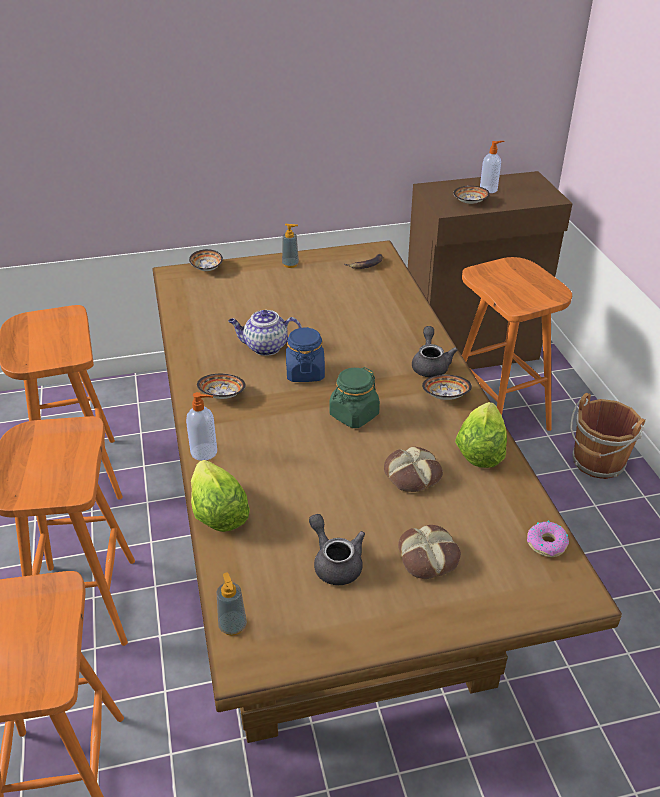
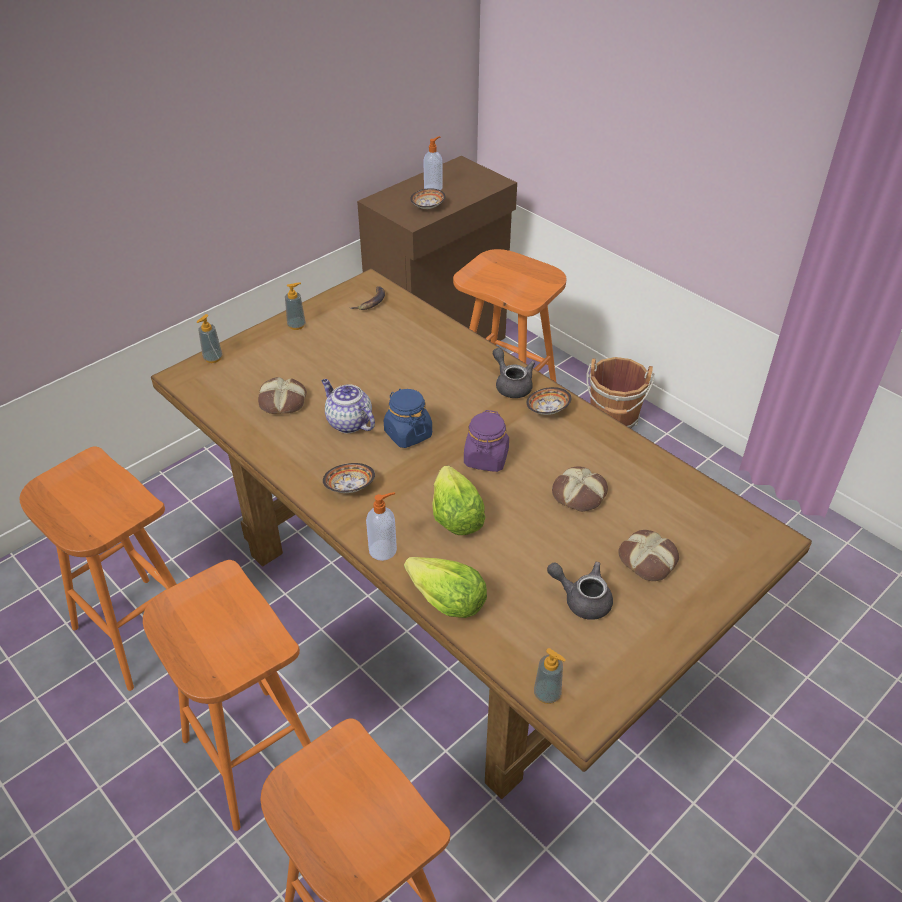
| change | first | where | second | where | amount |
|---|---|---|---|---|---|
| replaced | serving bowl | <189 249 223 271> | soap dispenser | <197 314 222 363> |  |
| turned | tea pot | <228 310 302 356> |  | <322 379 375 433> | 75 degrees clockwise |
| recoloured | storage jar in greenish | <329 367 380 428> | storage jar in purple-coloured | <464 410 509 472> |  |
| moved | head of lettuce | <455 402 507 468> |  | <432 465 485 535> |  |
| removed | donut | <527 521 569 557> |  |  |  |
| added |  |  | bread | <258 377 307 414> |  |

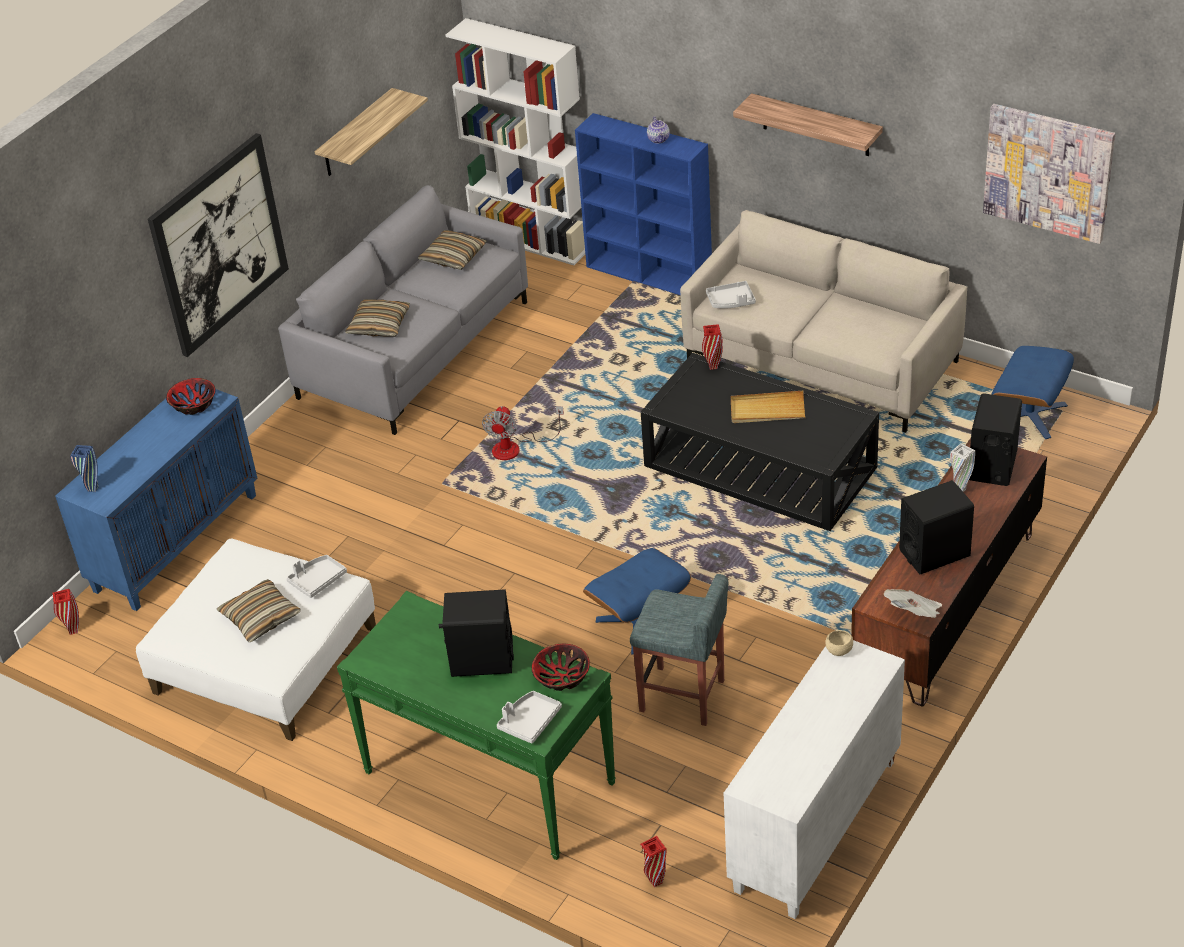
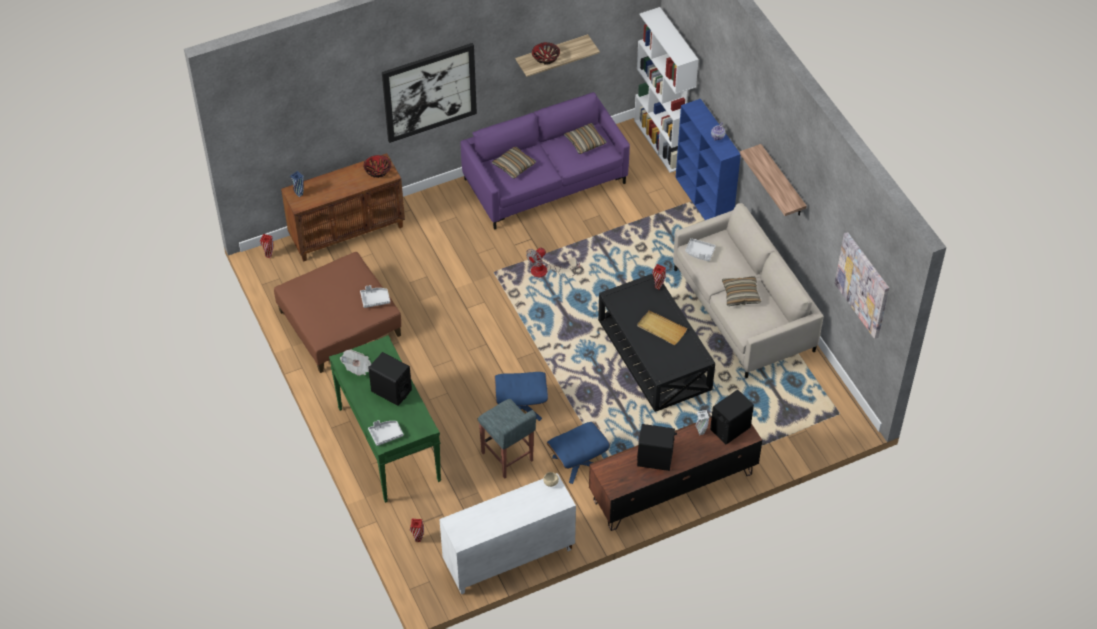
| change | first | where | second | where | amount |
|---|---|---|---|---|---|
| recoloured | couch in gray | <278 185 528 435> | couch in purple-coloured | <460 92 630 230> |  |
| moved | pouffe in blue-coloured | <991 346 1074 439> |  | <547 422 610 484> |  |
| recoloured | storage cabinet in blue-coloured | <55 383 258 611> | storage cabinet in brown-coloured | <281 153 405 262> |  |
| recoloured | pouffe in whitish | <136 539 376 741> | pouffe in brown-coloured | <274 252 401 373> |  |
| moved | pillow | <217 579 301 642> |  | <722 276 761 306> |  |
| moved | newspaper | <884 589 942 618> |  | <340 349 371 376> |  |
| moved | serving bowl | <532 643 590 691> |  | <532 42 560 65> |  |

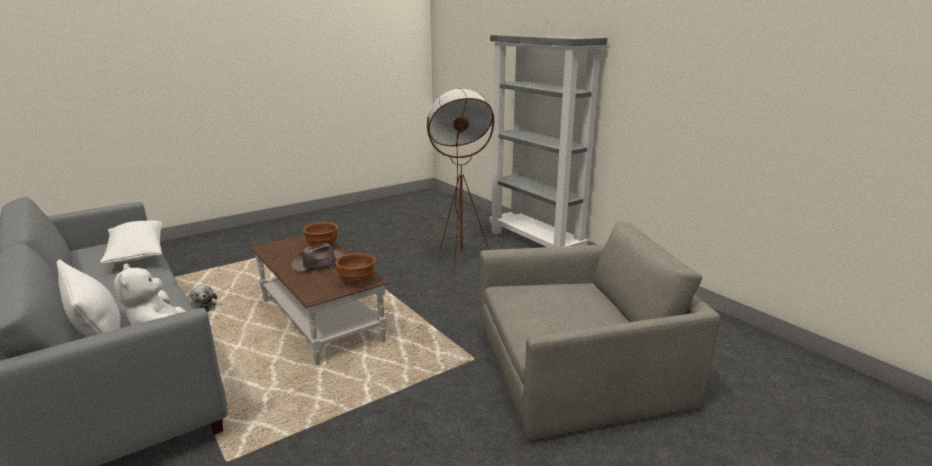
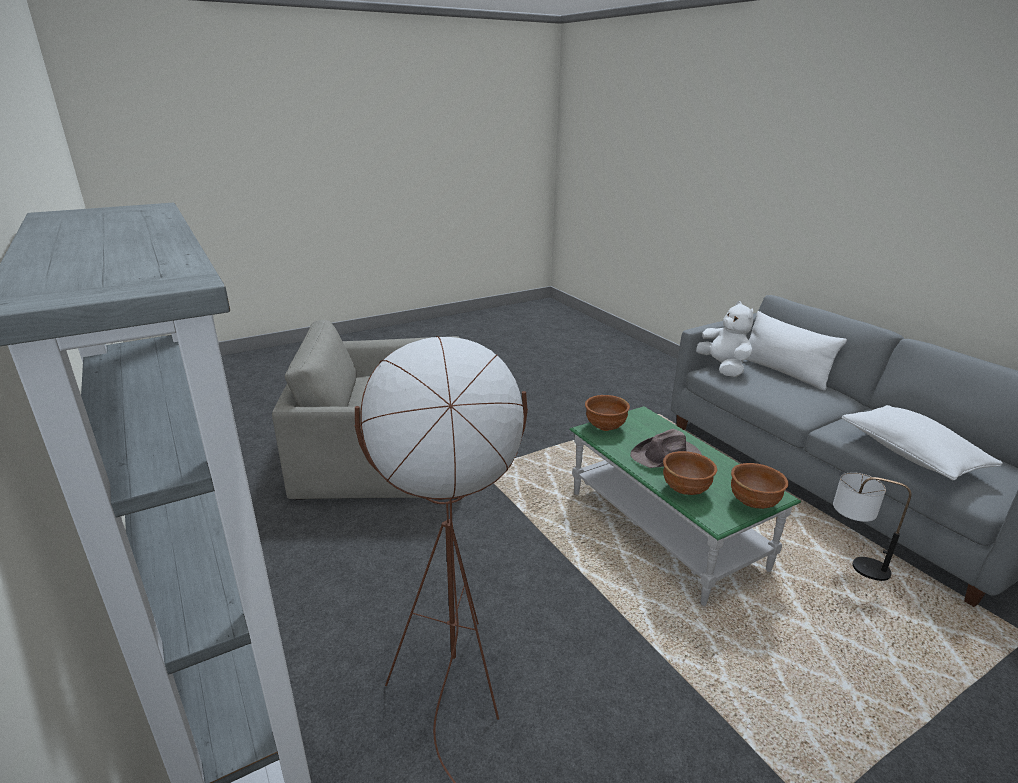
| change | first | where | second | where | amount |
|---|---|---|---|---|---|
| recoloured | lounge table in brown-coloured | <250 235 390 365> | lounge table in greenish | <569 406 801 606> |  |
| replaced | plush toy | <190 285 217 312> | tabletop lamp | <833 472 911 581> |  |
| added |  |  | serving bowl in brown-coloured | <731 463 789 509> |  |

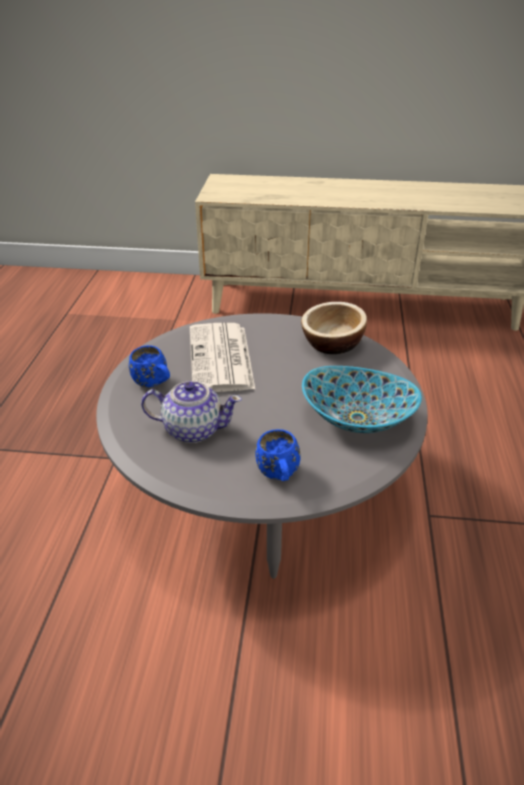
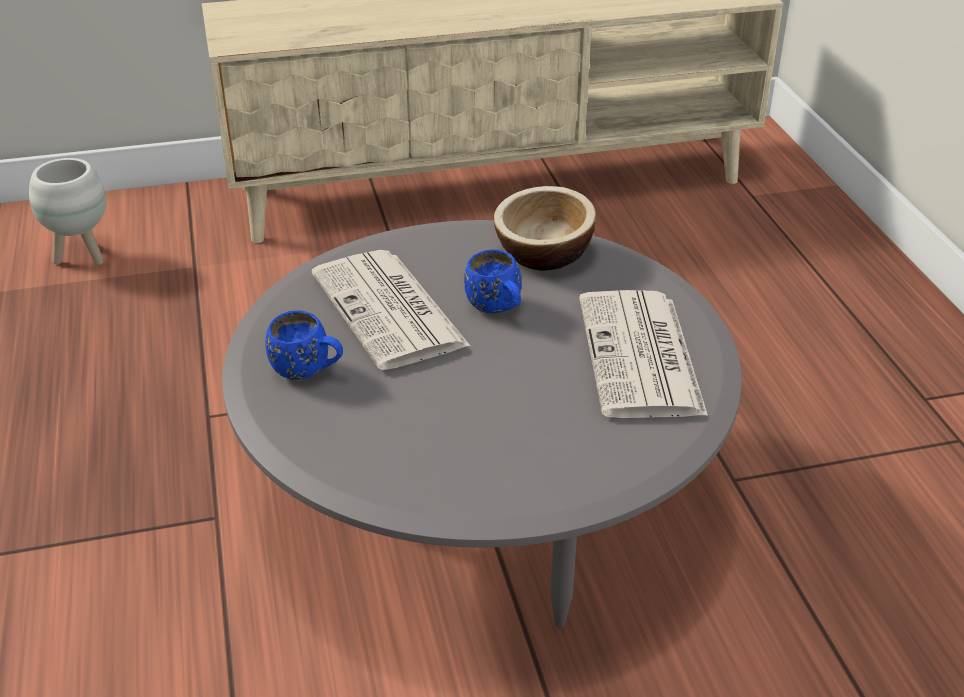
| change | first | where | second | where | amount |
|---|---|---|---|---|---|
| replaced | serving bowl | <302 366 422 433> | newspaper | <579 290 708 418> |  |
| removed | tea pot | <141 381 242 443> |  |  |  |
| moved | coffee mug in blue-coloured | <255 429 301 481> |  | <464 249 521 313> |  |
| added |  |  | flower pot in whitish | <29 158 106 265> |  |

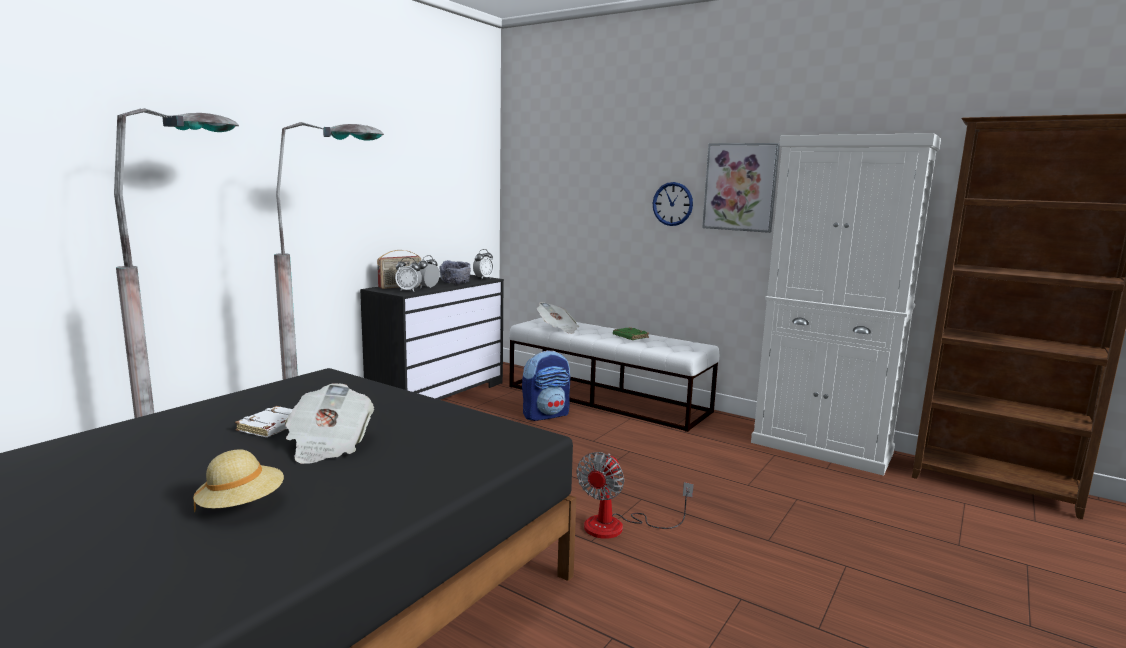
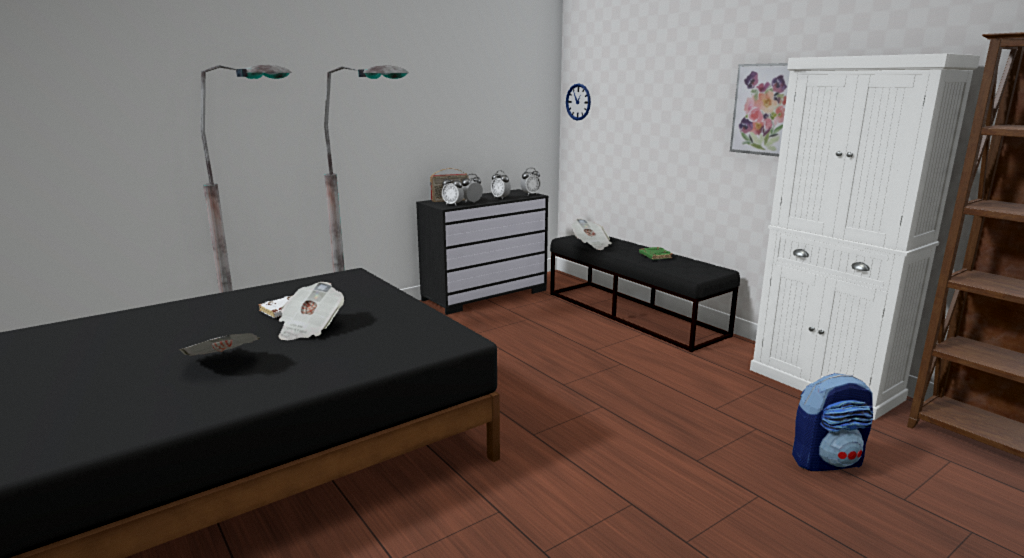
| change | first | where | second | where | amount |
|---|---|---|---|---|---|
| moved | clock on the wall | <653 182 693 226> |  | <566 84 591 120> |  |
| replaced | serving bowl in gray | <439 260 471 285> | bedside clock | <491 171 511 199> |  |
| recoloured | bench in whitish | <509 318 719 432> | bench in blackish | <550 235 740 352> |  |
| moved | rucksack | <522 351 570 421> |  | <792 373 873 471> |  |
| replaced | wearable hat in beige-coloured | <193 449 284 512> | newspaper | <179 333 260 356> |  |
| removed | fan | <577 452 694 539> |  |  |  |

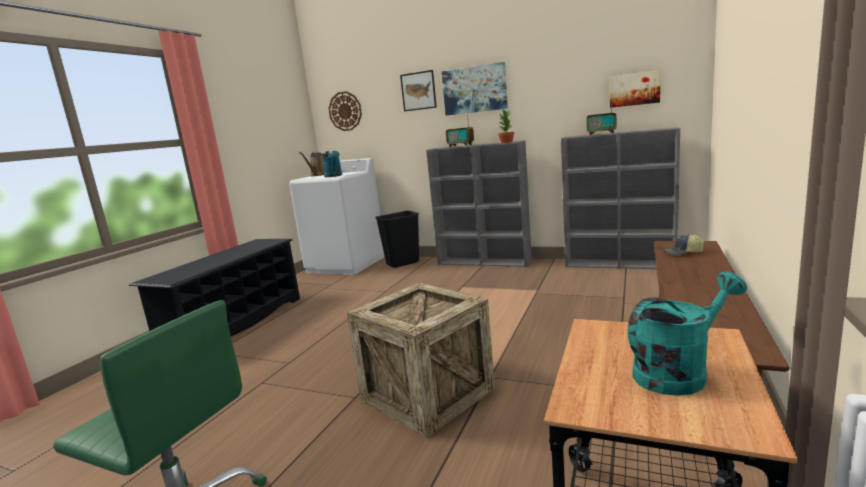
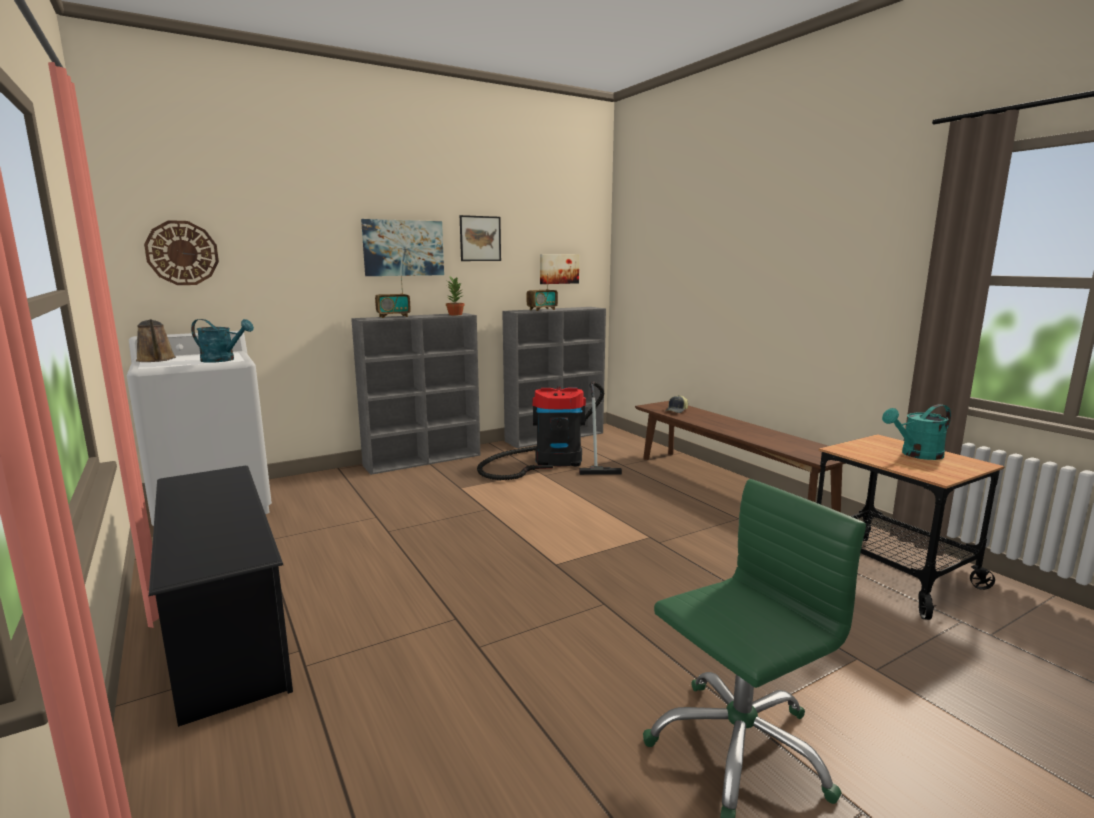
| change | first | where | second | where | amount |
|---|---|---|---|---|---|
| moved | picture | <400 70 437 111> |  | <460 215 501 261> |  |
| removed | waste bin in blackish | <376 211 419 268> |  |  |  |
| turned | watering can in blue-green | <628 272 747 396> |  | <882 404 951 460> | 120 degrees counterclockwise |
| removed | shipping crate | <347 283 495 438> |  |  |  |
| added |  |  | vacuum | <477 381 622 480> |  |

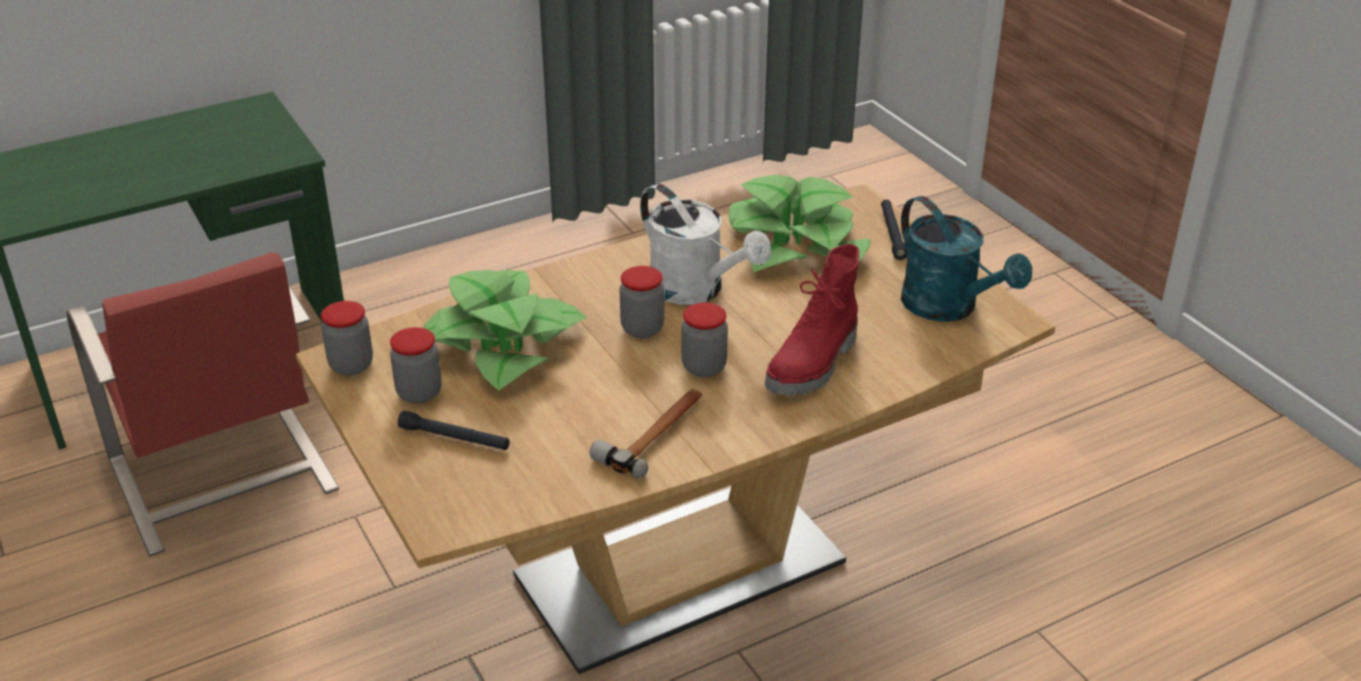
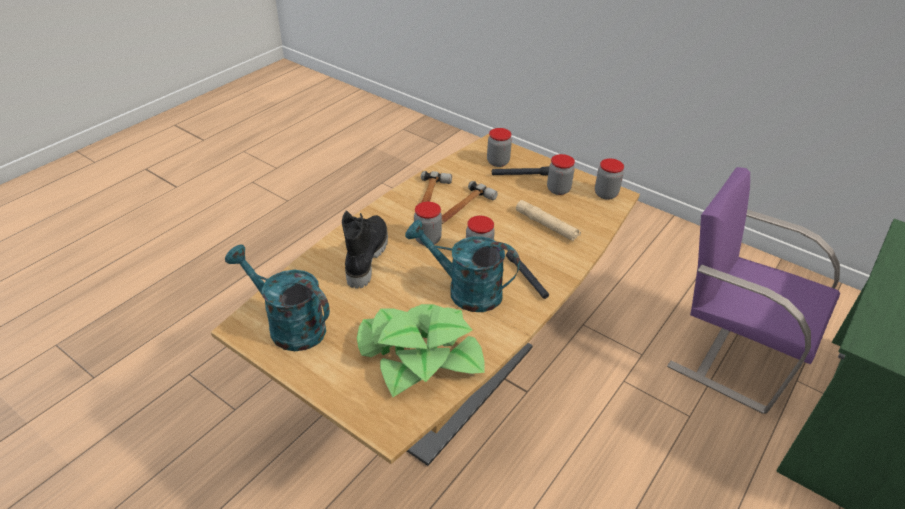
| change | first | where | second | where | amount |
|---|---|---|---|---|---|
| recoloured | watering can in whitish | <640 184 771 305> | watering can in blue-green | <405 220 520 312> |  |
| moved | hand torch in blackish | <881 199 907 260> |  | <506 251 549 299> |  |
| recoloured | boot in red | <765 244 859 396> | boot in blackish | <342 210 388 288> |  |
| recoloured | plain chair in red | <66 252 339 556> | plain chair in purple-coloured | <667 167 840 414> |  |
| replaced | houseplant | <423 270 587 391> | hand torch in beige-coloured | <516 200 581 241> |  |
| added |  |  | storage jar | <487 128 512 167> |  |
| added |  |  | hammer | <442 181 498 224> |  |

